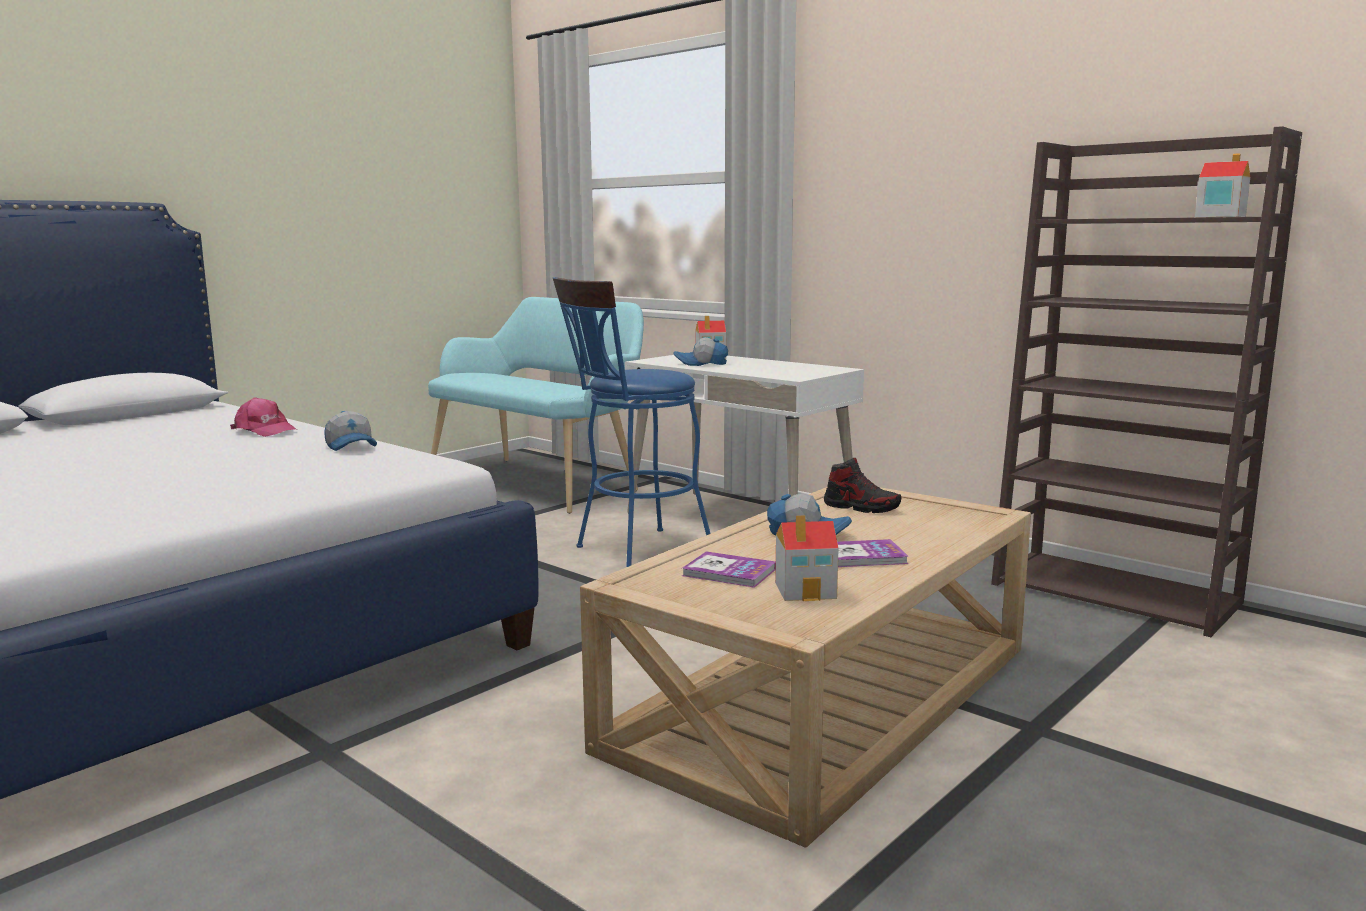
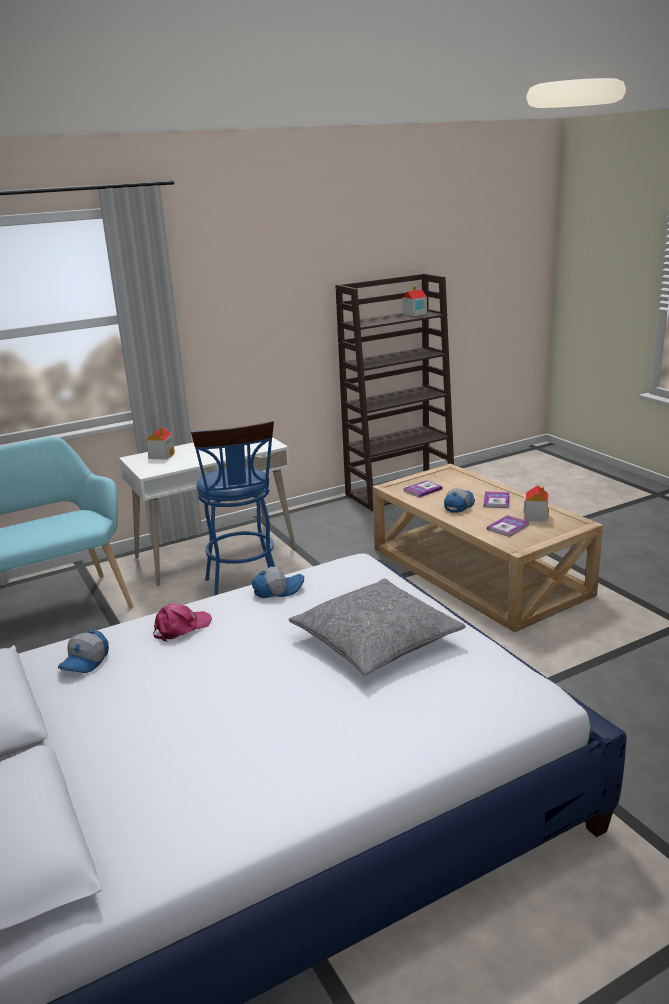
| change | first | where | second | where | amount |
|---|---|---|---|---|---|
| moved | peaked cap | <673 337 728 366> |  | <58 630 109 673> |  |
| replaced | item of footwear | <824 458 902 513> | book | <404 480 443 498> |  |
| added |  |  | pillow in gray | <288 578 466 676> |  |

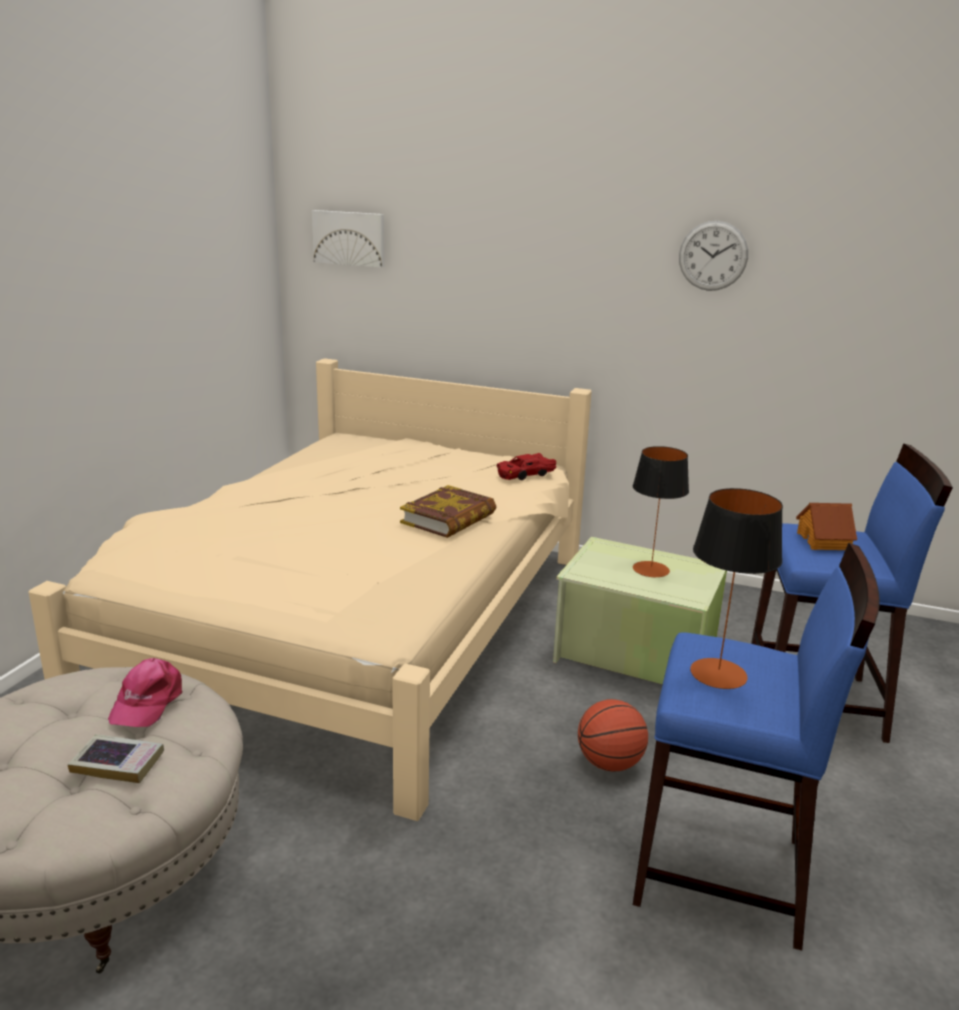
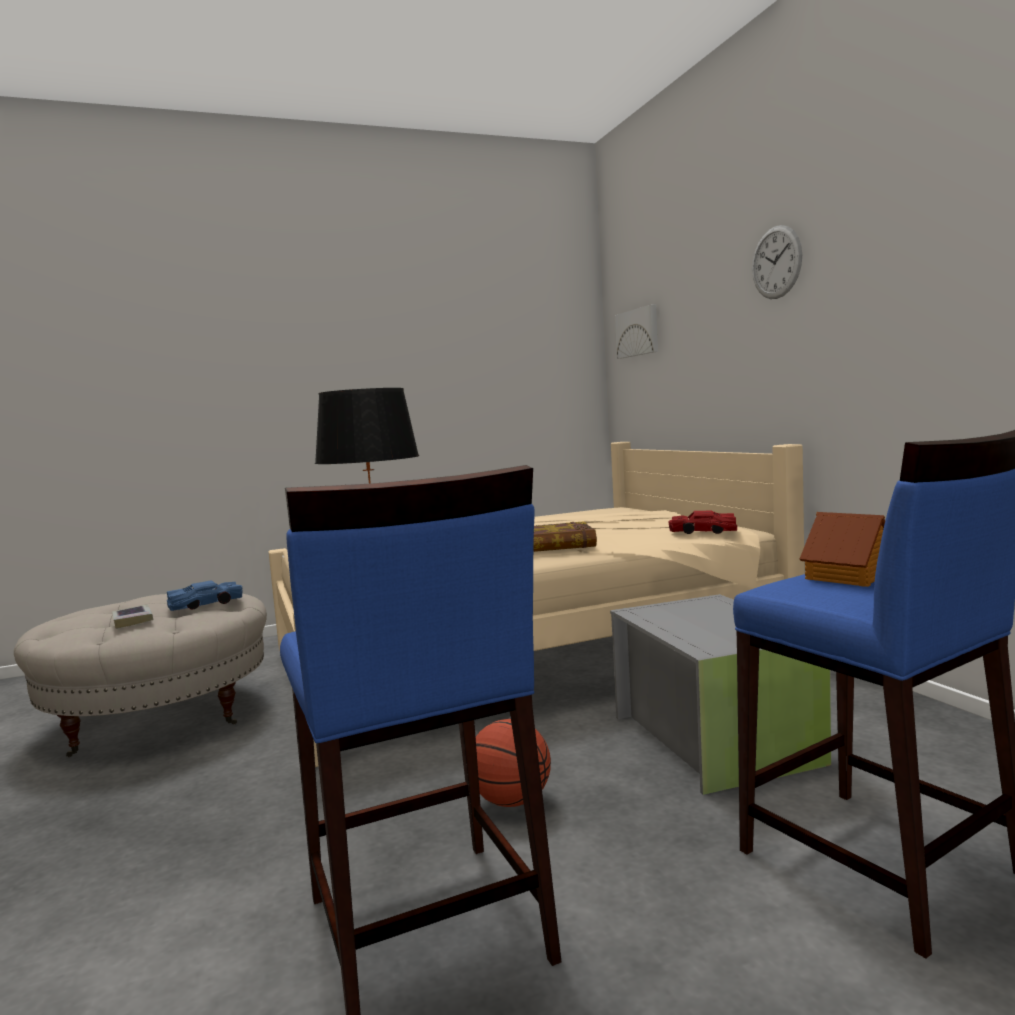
| change | first | where | second | where | amount |
|---|---|---|---|---|---|
| moved | clock on the wall | <679 221 748 291> |  | <752 225 802 299> |  |
| removed | tabletop lamp | <633 446 689 577> |  |  |  |
| recoloured | storage bin in greenish | <553 537 727 684> | storage bin in gray | <610 594 831 795> |  |
| replaced | peaked cap in pinkish | <108 658 183 727> | toy car in blue-coloured | <167 580 243 611> |  |

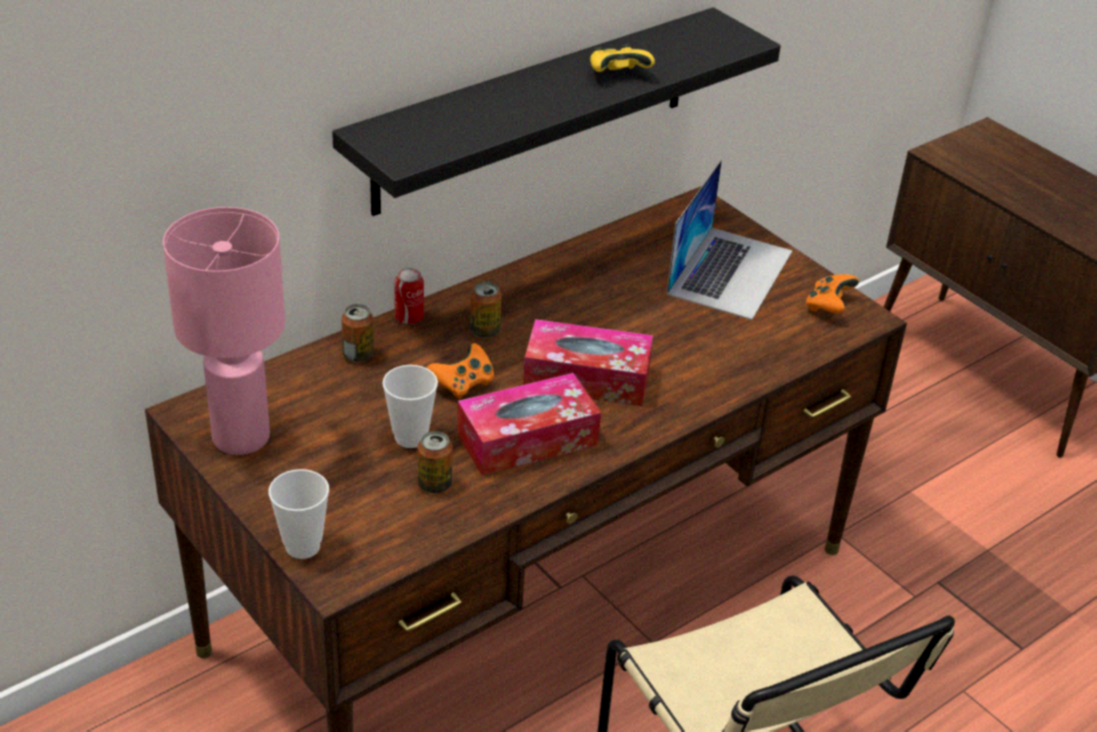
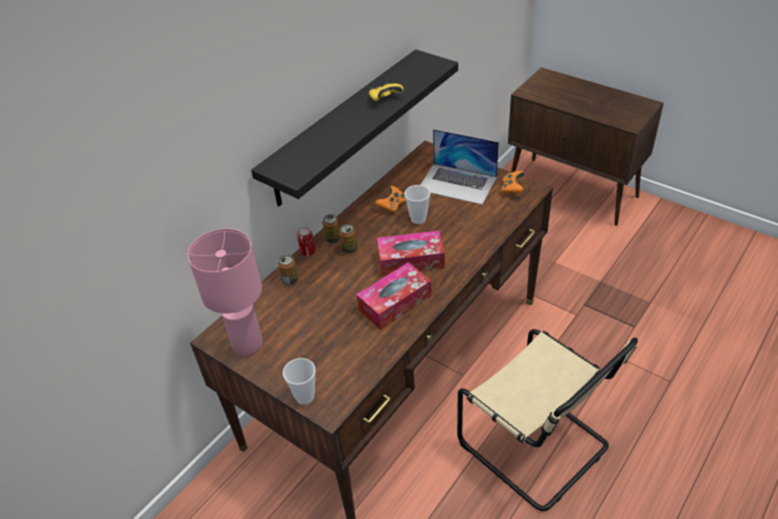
| change | first | where | second | where | amount |
|---|---|---|---|---|---|
| turned | portable computer | <667 160 792 320> |  | <420 129 499 205> | 105 degrees clockwise |
| moved | game controller in orangey | <427 343 494 399> |  | <375 186 406 213> |  |
| moved | small cup | <382 365 438 448> |  | <405 185 430 224> |  |
| moved | metal can | <418 431 452 493> |  | <323 214 340 243> |  |

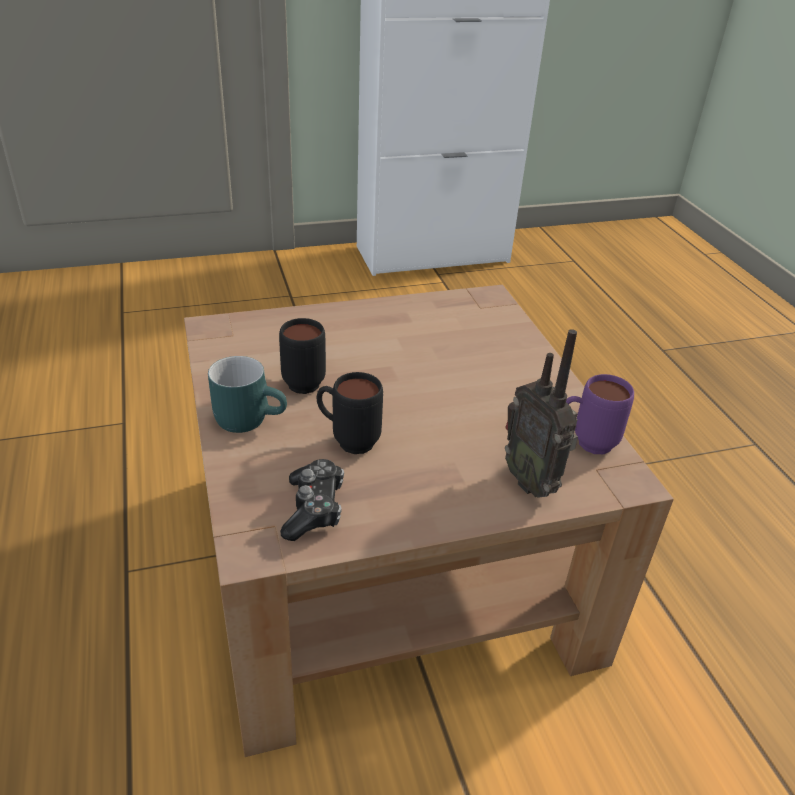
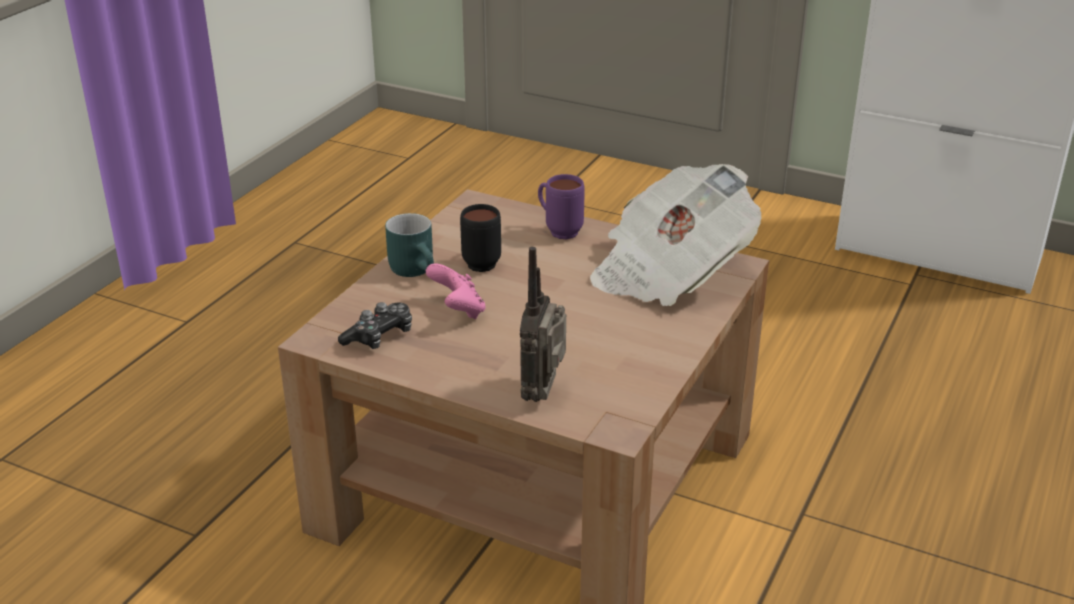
| change | first | where | second | where | amount |
|---|---|---|---|---|---|
| replaced | coffee mug in blackish | <316 372 383 454> | game controller in pinkish | <426 263 486 319> |  |
| moved | coffee mug in purple-coloured | <566 374 634 454> |  | <538 174 585 239> |  |
| added |  |  | newspaper | <590 164 761 306> |  |

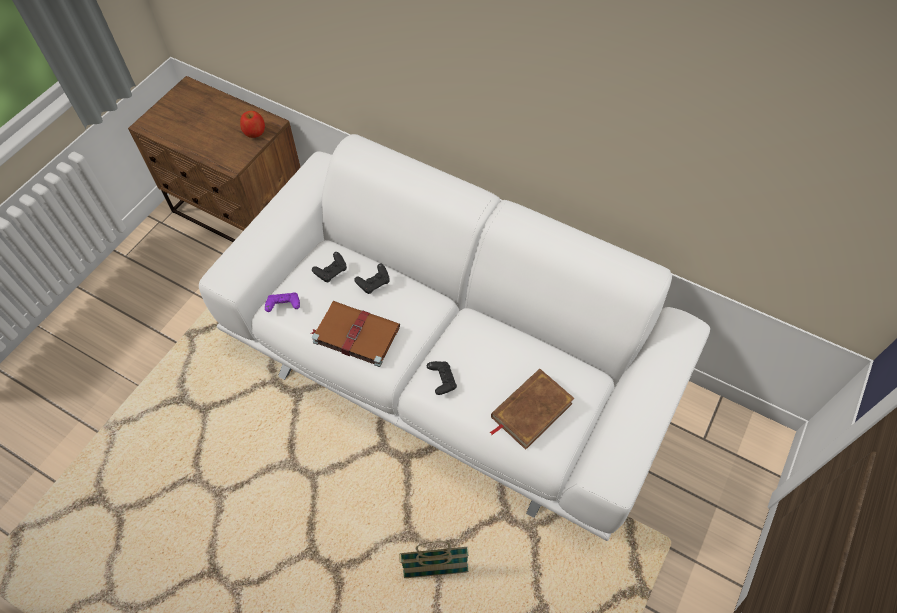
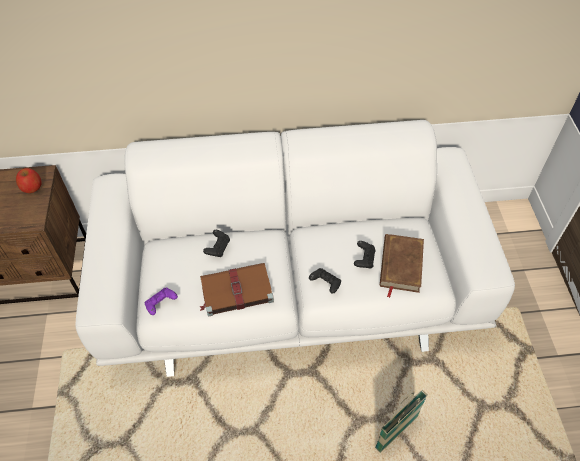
| change | first | where | second | where | amount |
|---|---|---|---|---|---|
| moved | game controller in blackish | <312 252 347 282> |  | <354 241 376 268> |  |

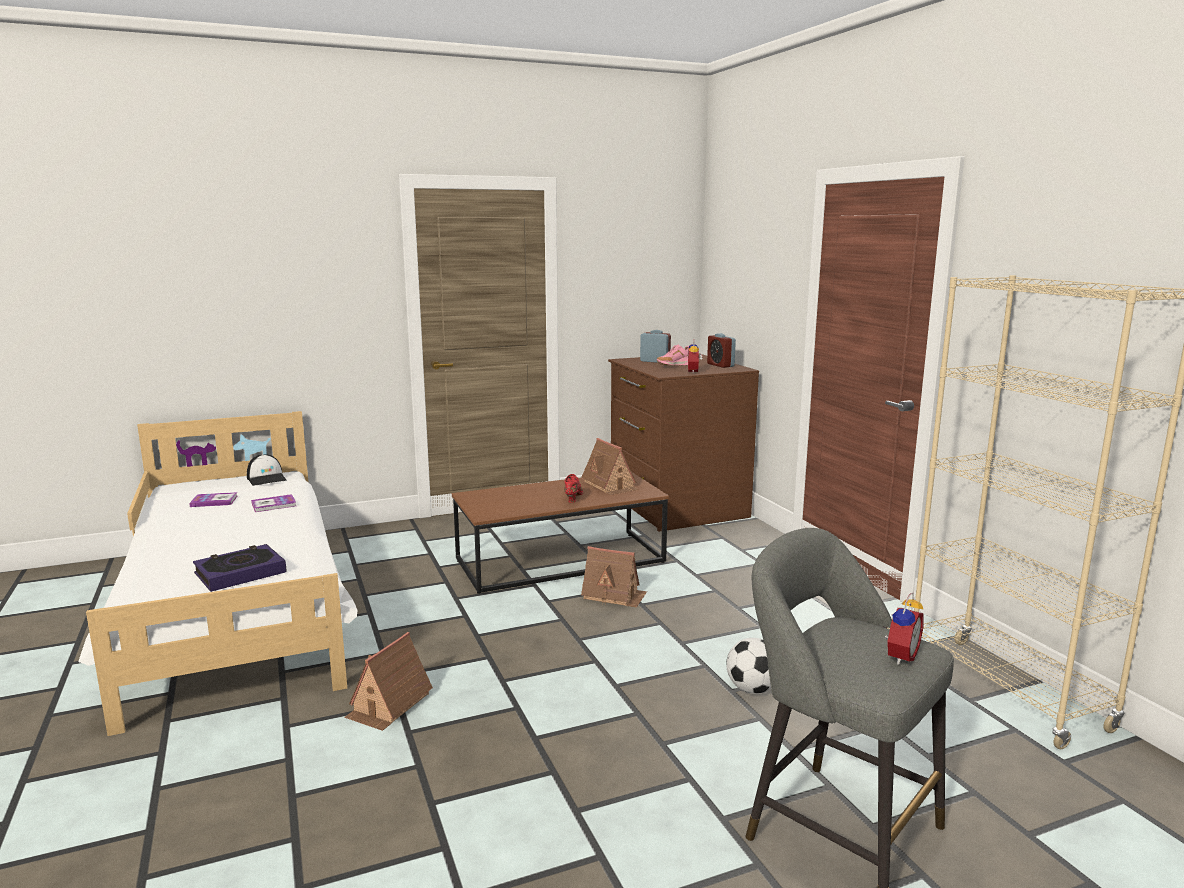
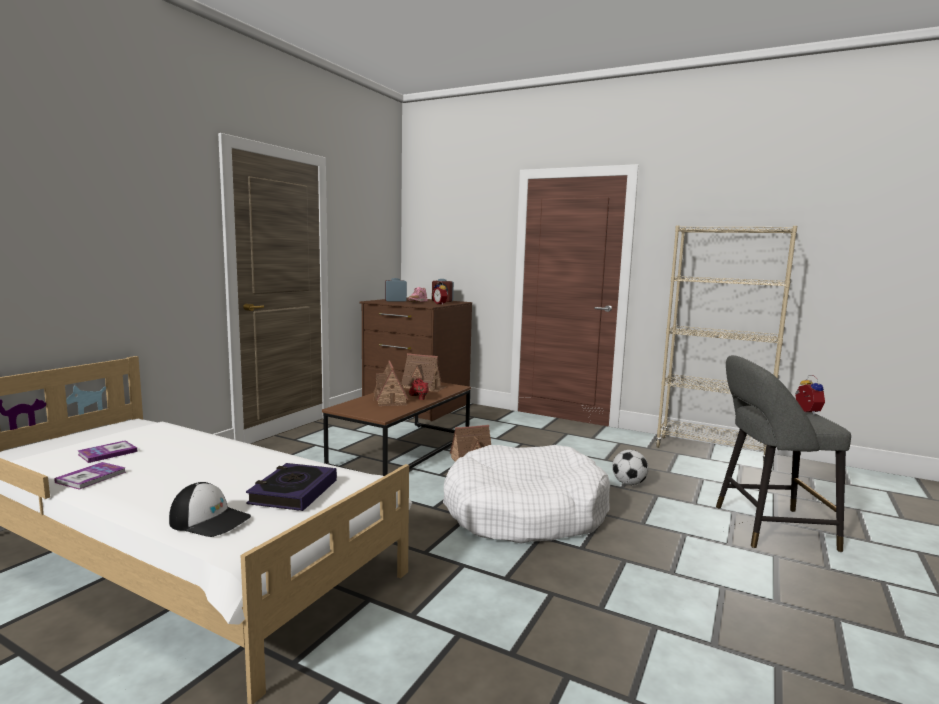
| change | first | where | second | where | amount |
|---|---|---|---|---|---|
| moved | peaked cap | <247 454 287 486> |  | <169 482 251 537> |  |
| moved | book | <251 494 296 512> |  | <54 462 126 490> |  |
| moved | miniature house | <344 632 433 731> |  | <373 360 409 406> |  |
| added |  |  | dog bed in whitish | <443 445 610 544> |  |

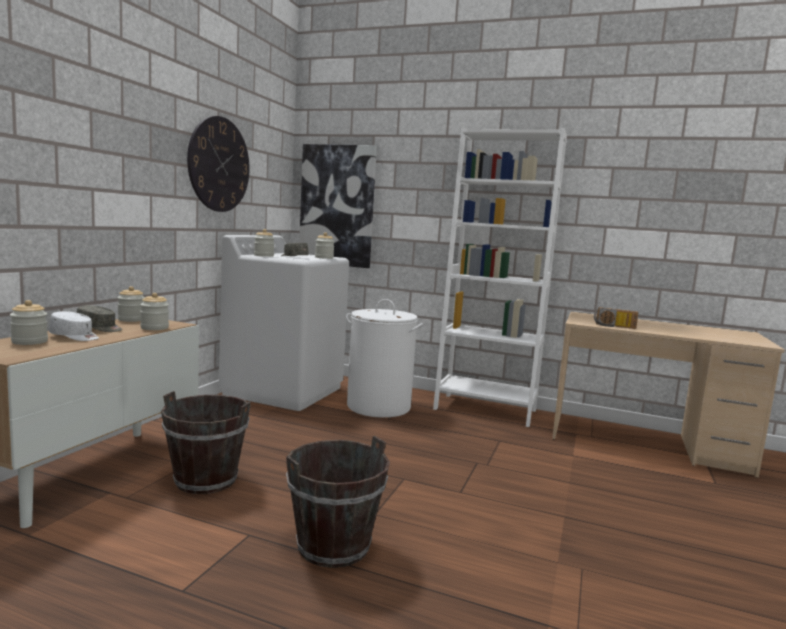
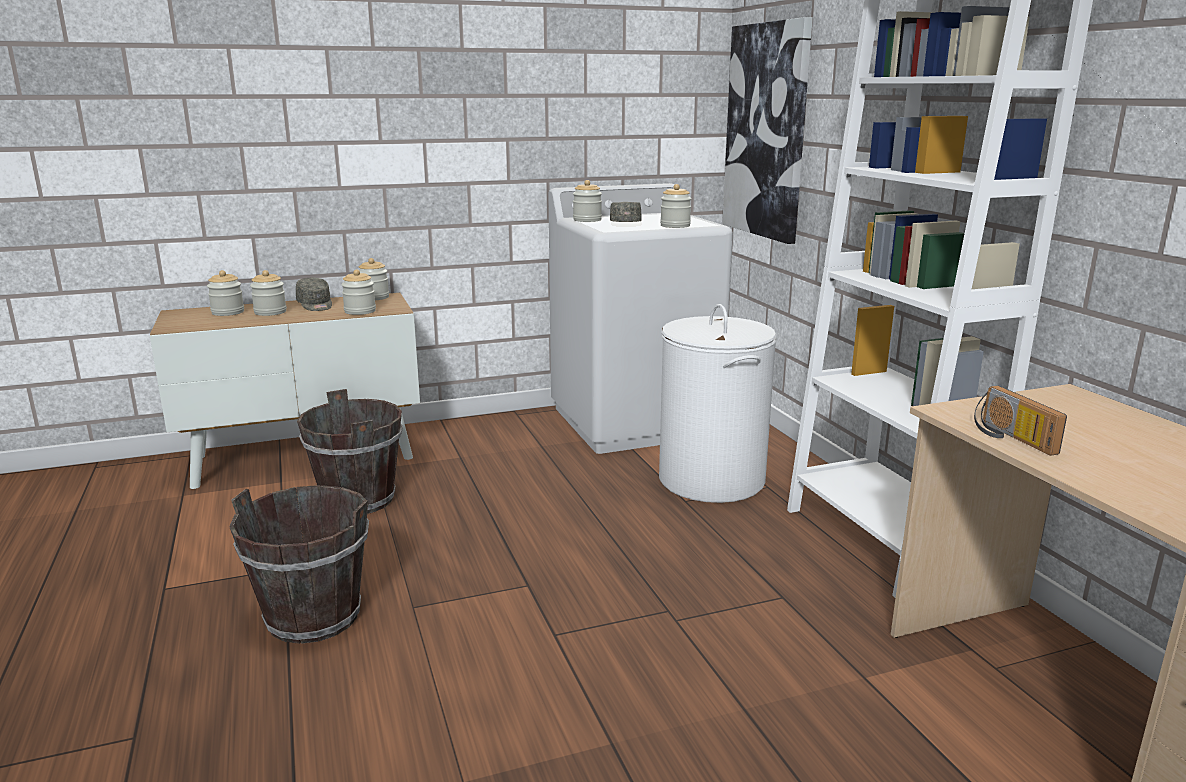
| change | first | where | second | where | amount |
|---|---|---|---|---|---|
| removed | clock on the wall | <187 116 250 212> |  |  |  |
| replaced | peaked cap in whitish | <49 311 99 341> | storage jar | <250 270 287 316> |  |

